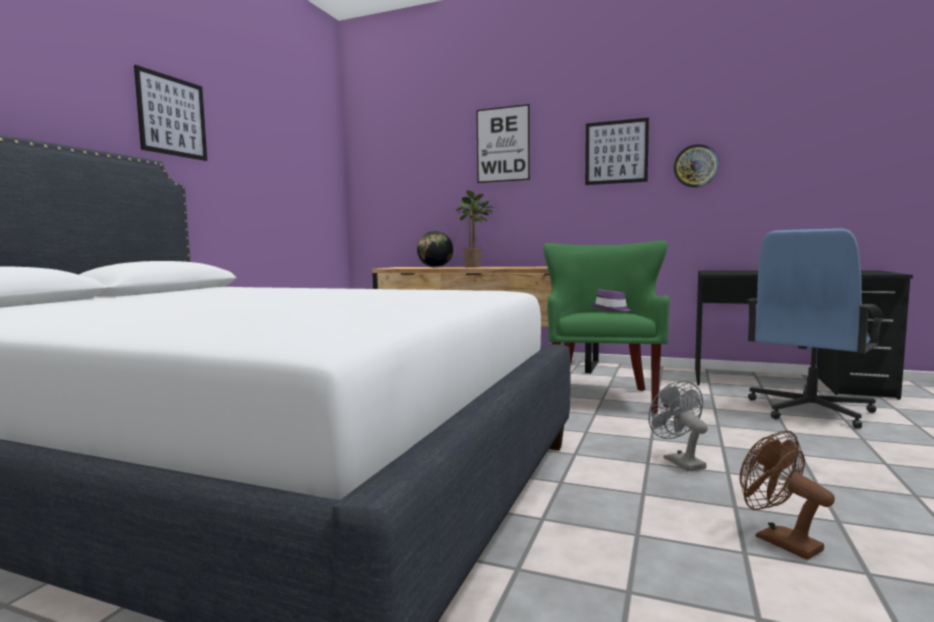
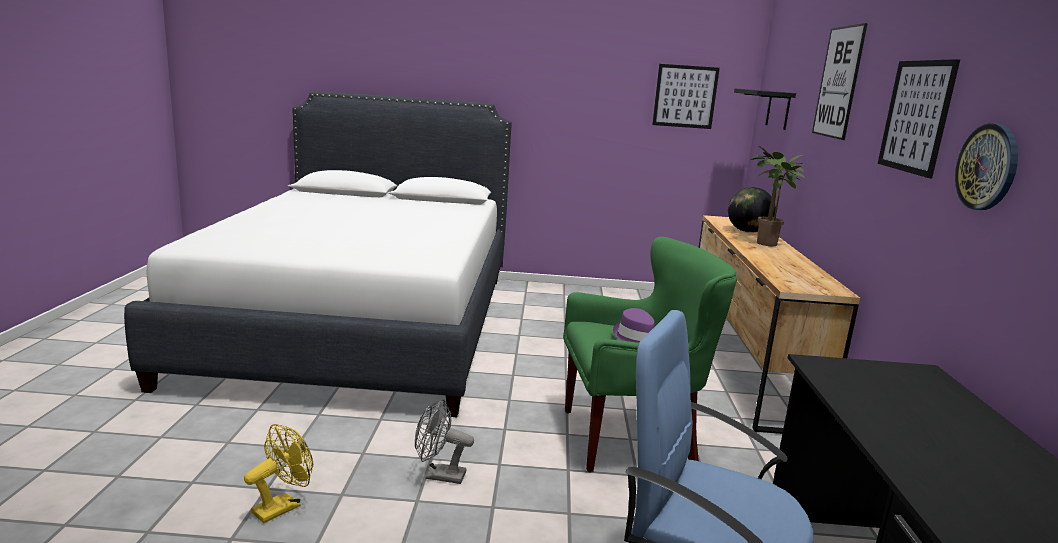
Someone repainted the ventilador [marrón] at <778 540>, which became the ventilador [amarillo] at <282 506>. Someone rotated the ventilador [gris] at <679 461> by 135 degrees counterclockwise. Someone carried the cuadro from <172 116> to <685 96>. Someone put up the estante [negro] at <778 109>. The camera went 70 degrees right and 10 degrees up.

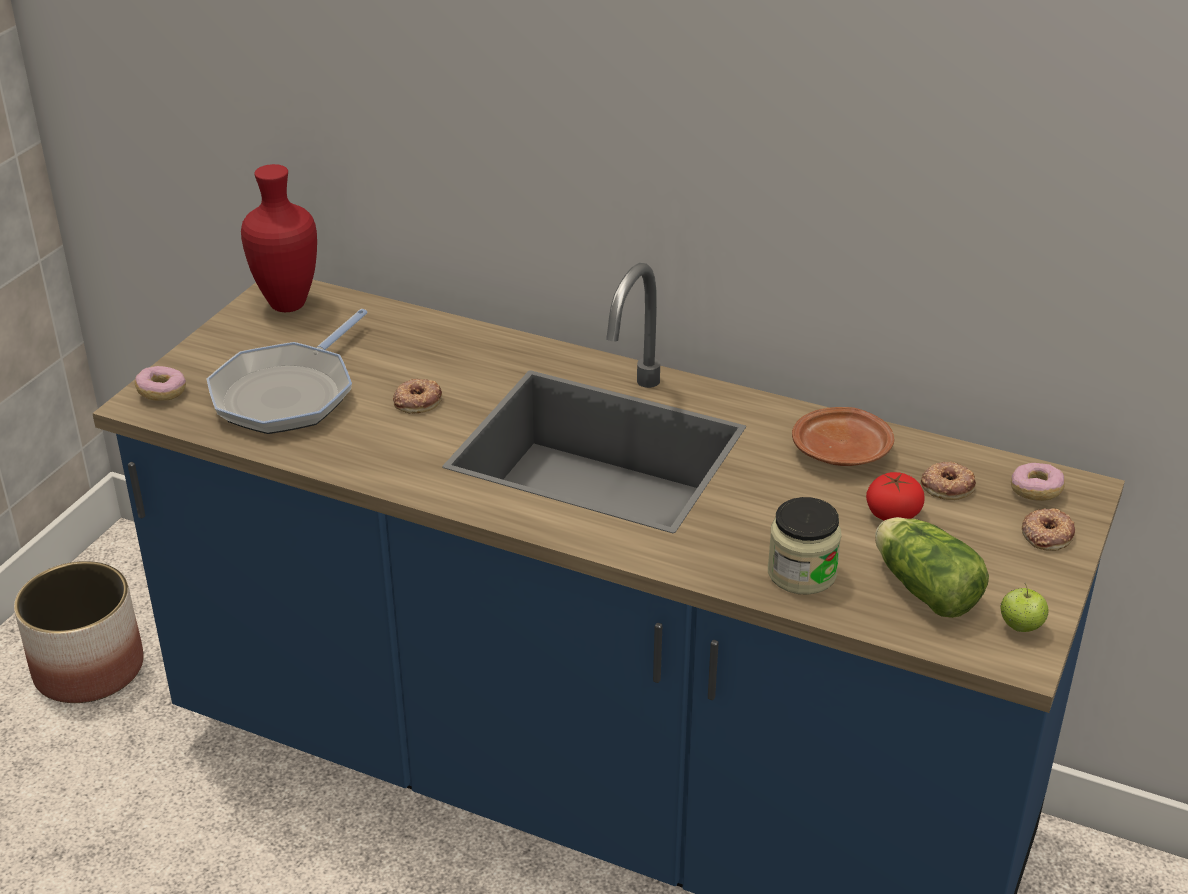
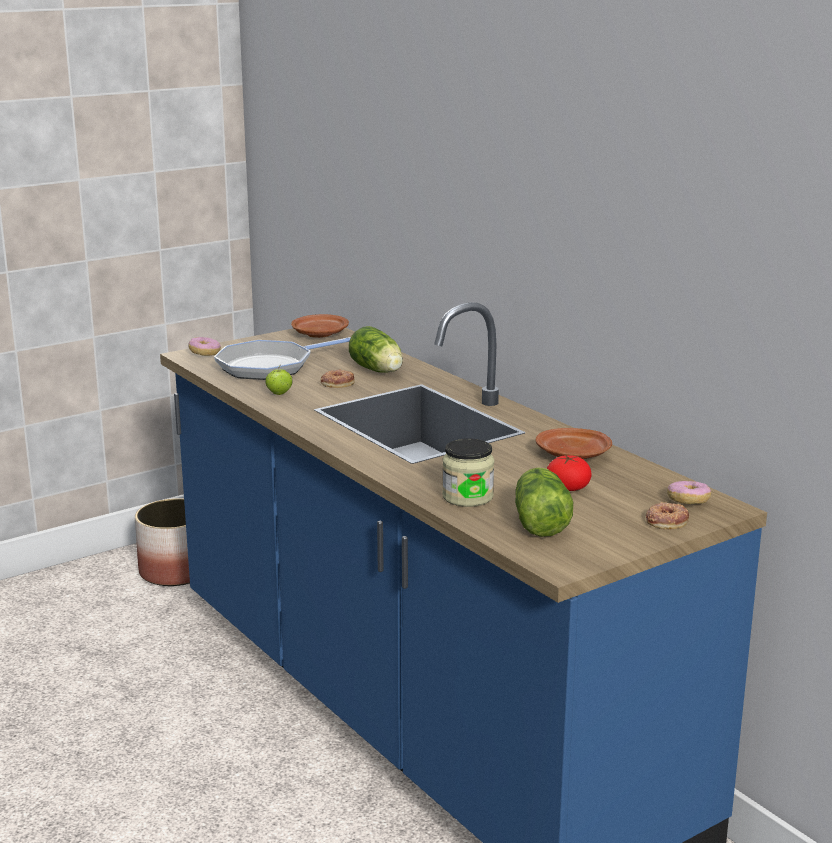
Someone carried the manzana from <1020 627> to <279 394>. Someone swapped the florero [rojo] at <287 303> for the plato [marrón] at <320 334>. Someone put down the lechuga at <378 371>. Someone took away the rosquilla at <947 485>. The camera went 30 degrees right and 15 degrees down.

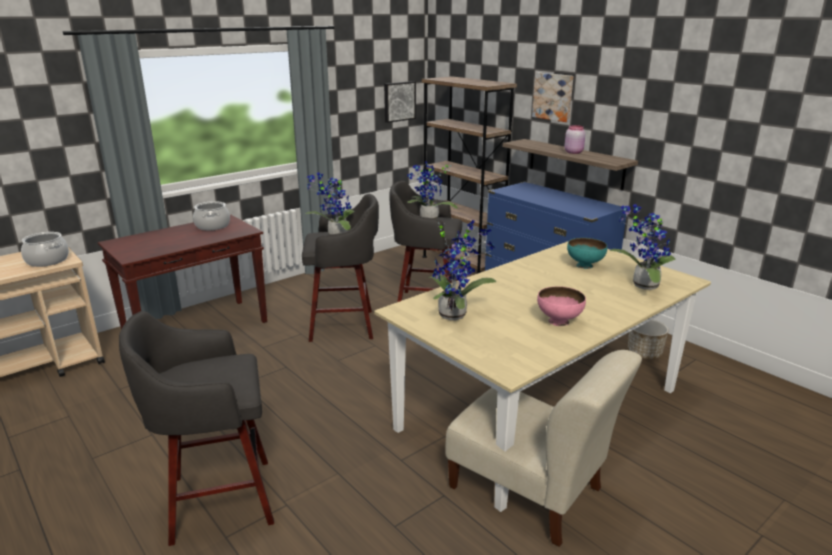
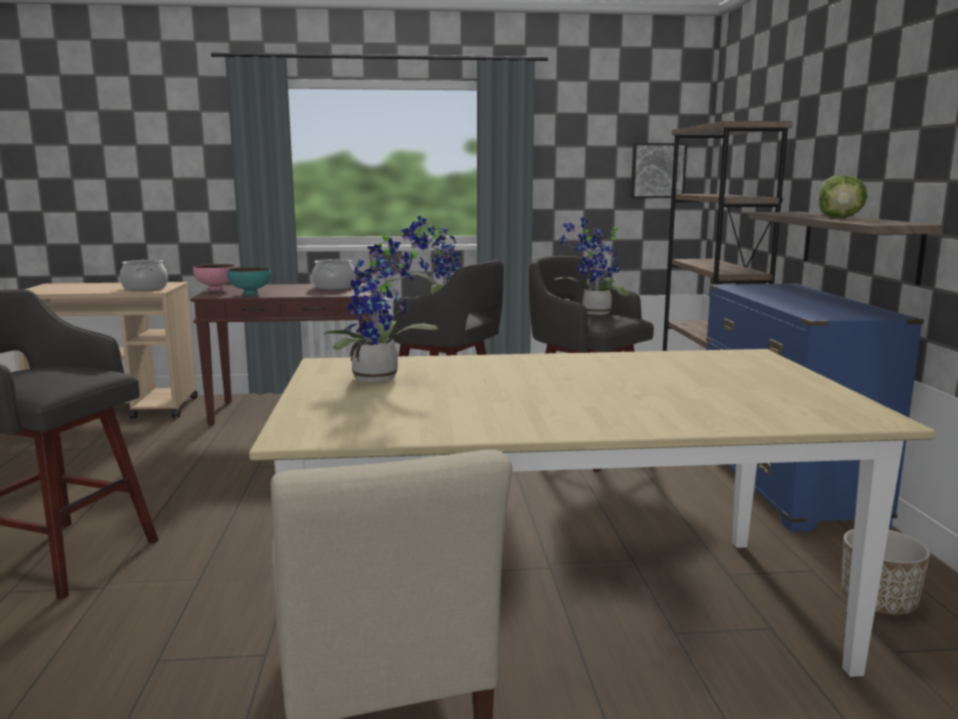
Someone carried the cuenco [rosa] from <559 321> to <216 291>. Someone carried the cuenco [turquesa] from <584 266> to <250 295>. Someone swapped the tarro [rosa] at <573 152> for the lechuga at <840 218>. Someone took away the cuadro at <553 96>. Someone took away the planta en maceta at <641 285>. The camera went 35 degrees right and 10 degrees down.

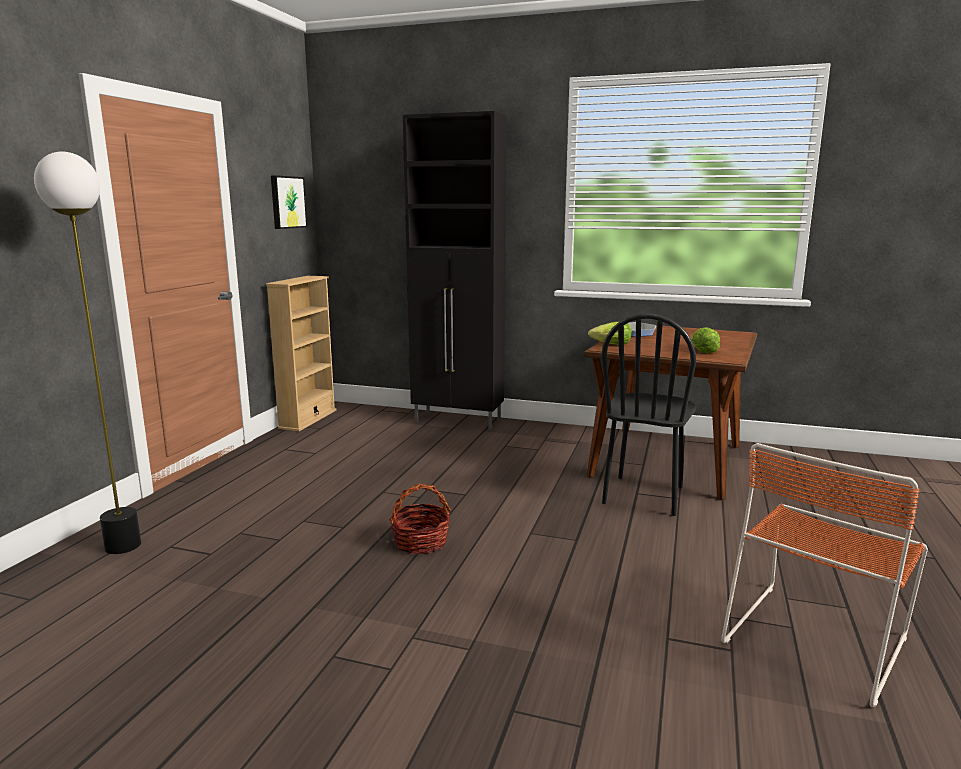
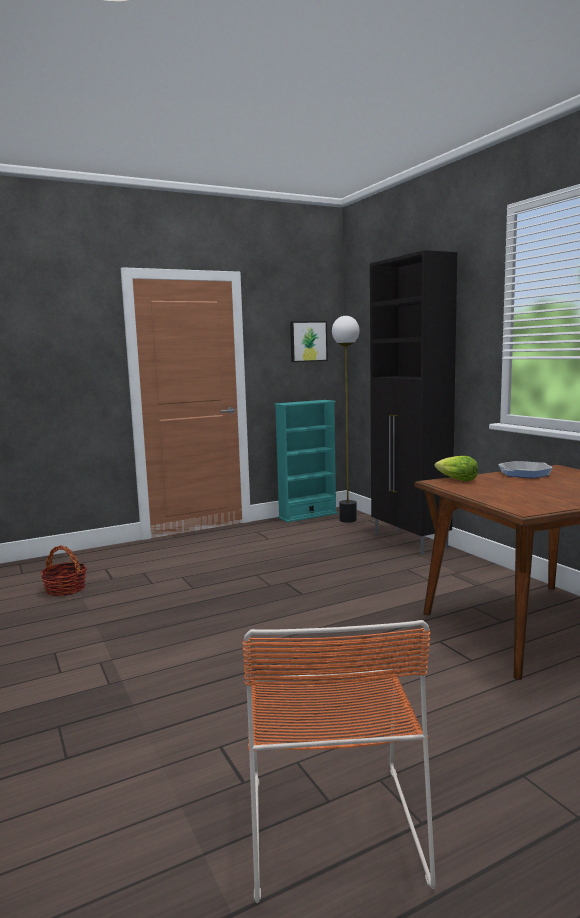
Someone carried the cesta from <420 542> to <65 589>. Someone rotated the silla [naranja] at <816 636> by 90 degrees counterclockwise. Someone repainted the estantería [beis] at <308 419>, which became the estantería [turquesa] at <307 515>. Someone carried the lámpara de pie from <124 545> to <348 520>. Someone took away the silla [negro] at <644 495>. Someone took away the lechuga at <703 351>. The camera went 45 degrees right and 5 degrees down.

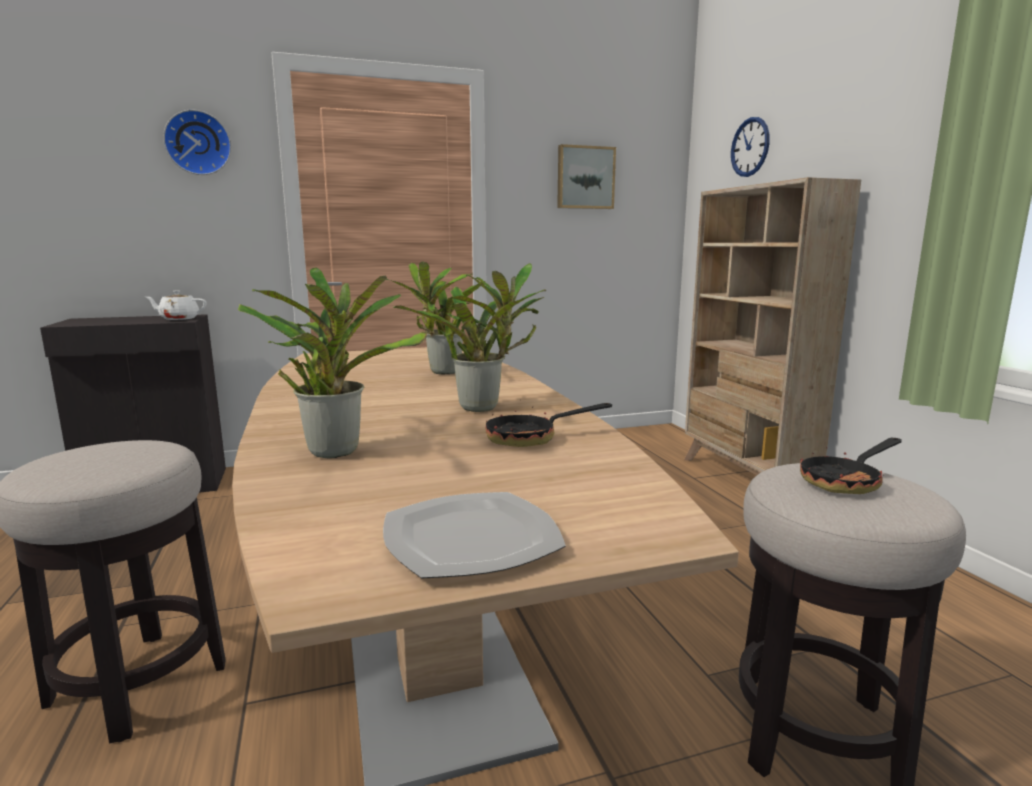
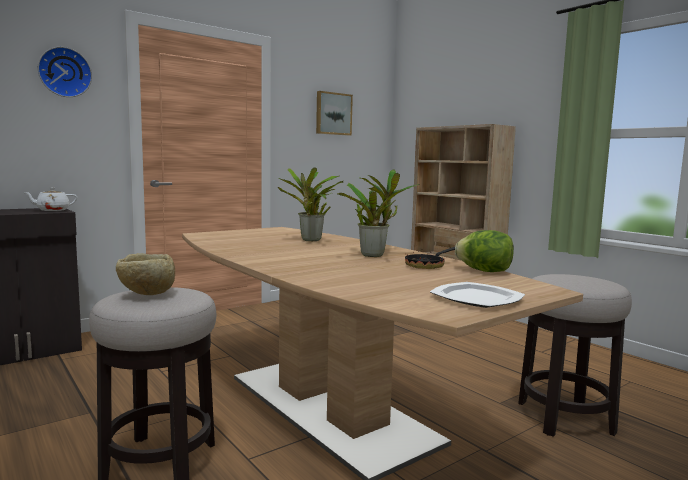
Someone put down the cuenco [beis] at <147 294>. Someone put down the lechuga at <484 271>. Someone took away the planta en maceta at <335 449>. Someone took away the reloj de pared at <750 147>. Someone took away the sartén at <846 481>. The camera went 20 degrees left and 5 degrees down.

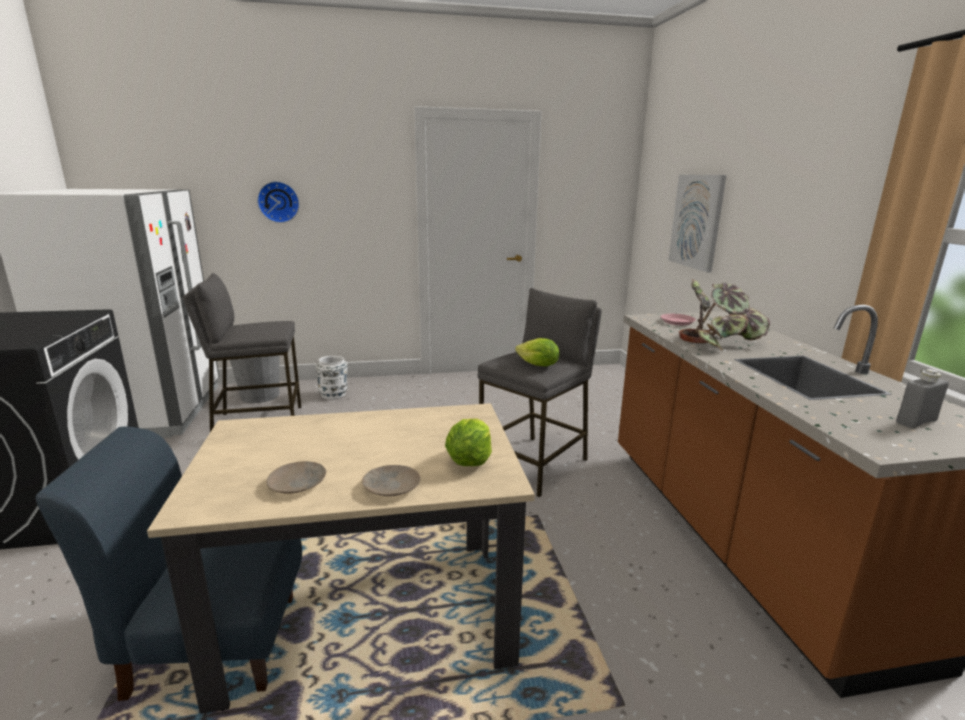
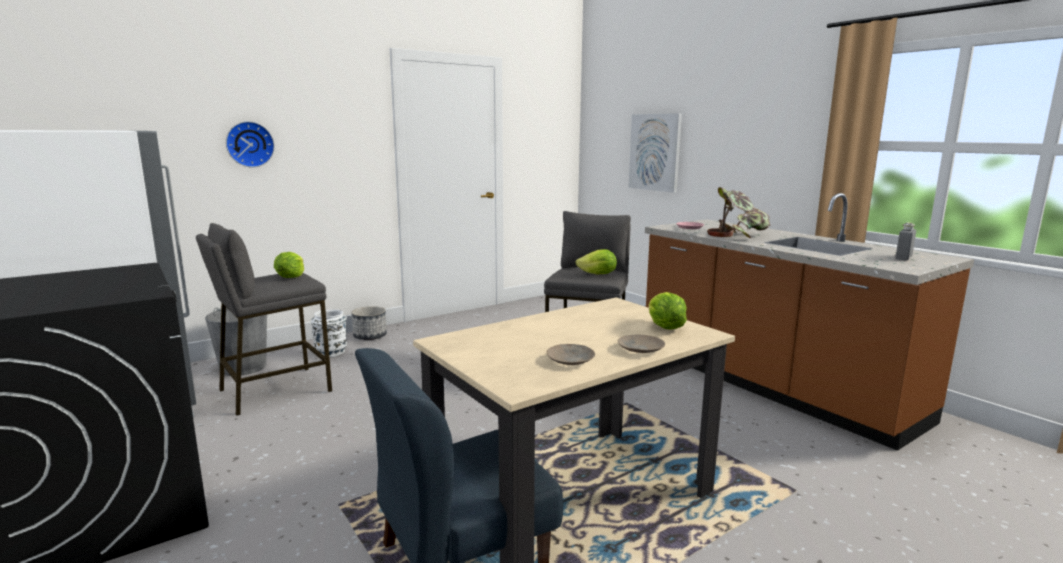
Someone put down the lechuga at <291 277>. Someone put down the maceta at <370 336>. The camera went 25 degrees left and 5 degrees down.

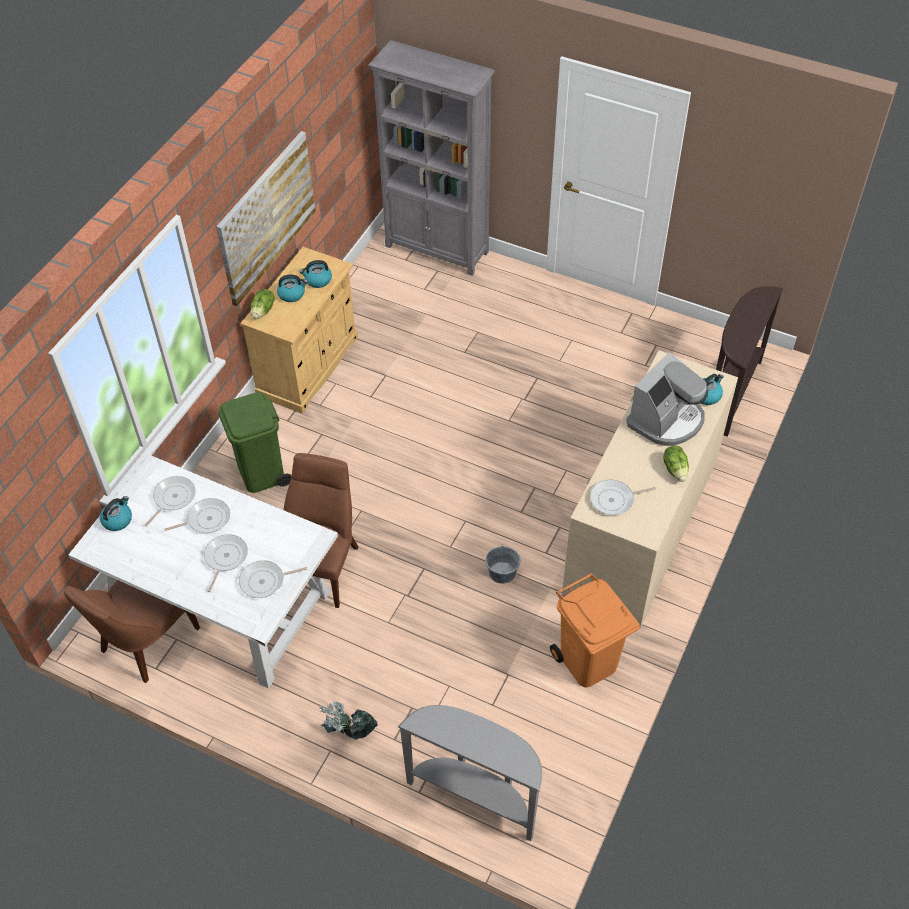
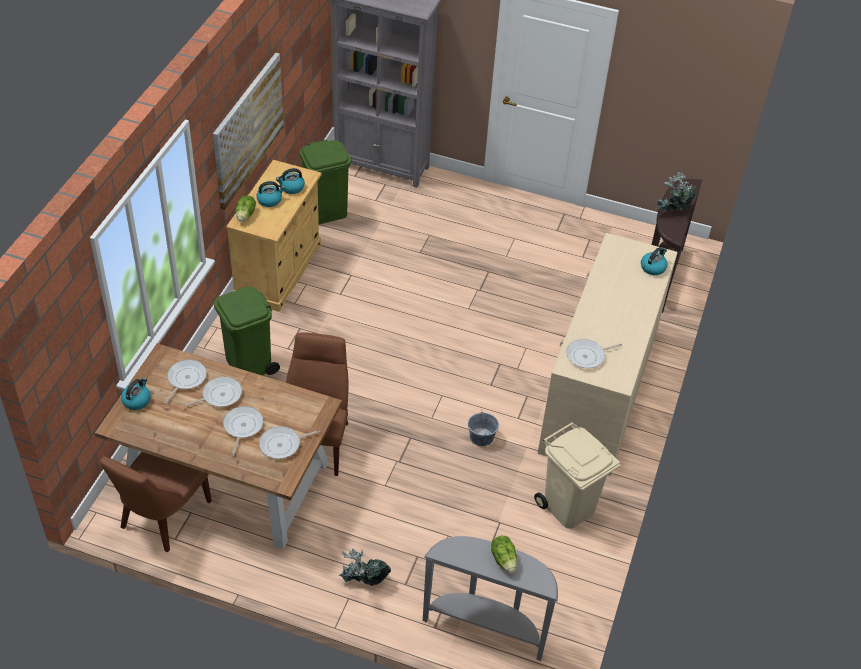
Someone repainted the mesa de comedor [blanco] at <219 602>, which became the mesa de comedor [marrón] at <226 478>. Someone put down the papelera [verde] at <326 211>. Someone carried the lechuga from <675 469> to <504 559>. Someone repainted the papelera [naranja] at <587 662>, which became the papelera [beis] at <568 507>. Someone put down the planta en maceta at <673 213>. Someone took away the cafetera at <666 420>. The camera went 10 degrees left and 5 degrees down.

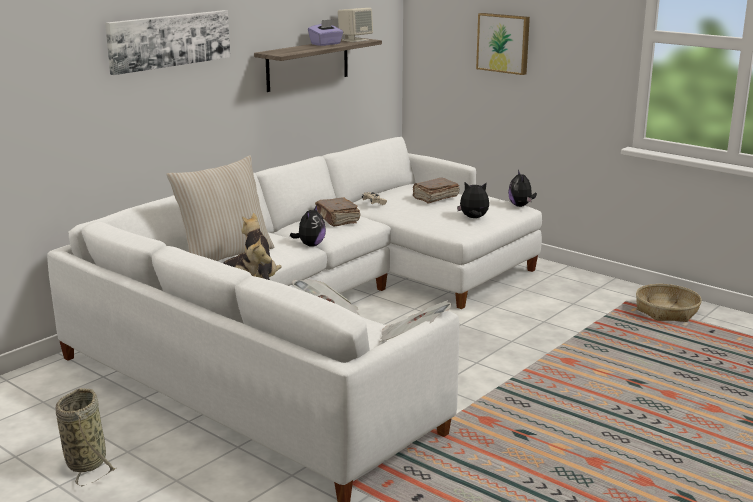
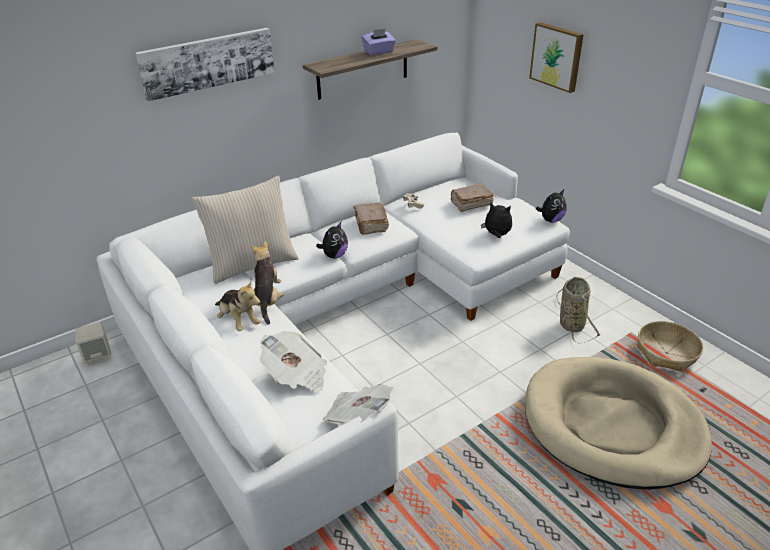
Someone carried the altavoz [beis] from <355 40> to <98 356>. Someone put down the cama para perro [beis] at <612 425>. Someone rotated the peluche at <521 206> by 135 degrees counterclockwise. Someone carried the cesta from <86 461> to <571 323>. The camera went 15 degrees right and 15 degrees up.

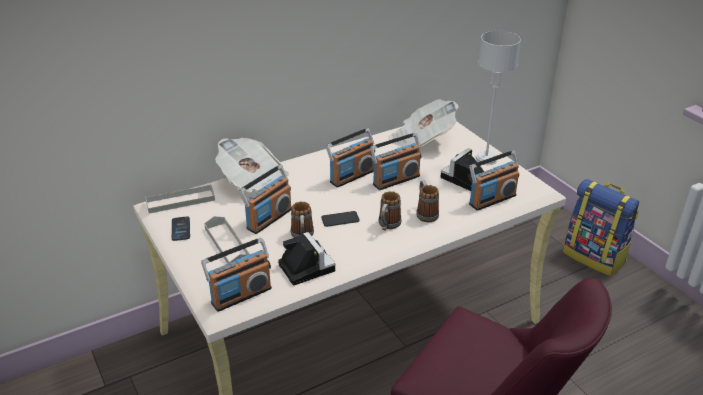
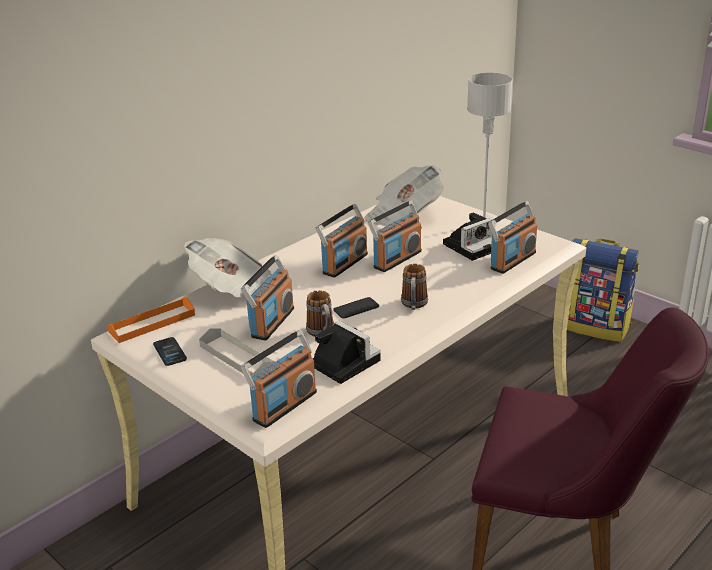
Someone repainted the bandeja [gris] at <180 201>, which became the bandeja [naranja] at <152 323>. Someone rotated the cámara at <464 179> by 150 degrees counterclockwise. Someone took away the taza grande at <425 213>. The camera went 15 degrees left and 5 degrees down.

